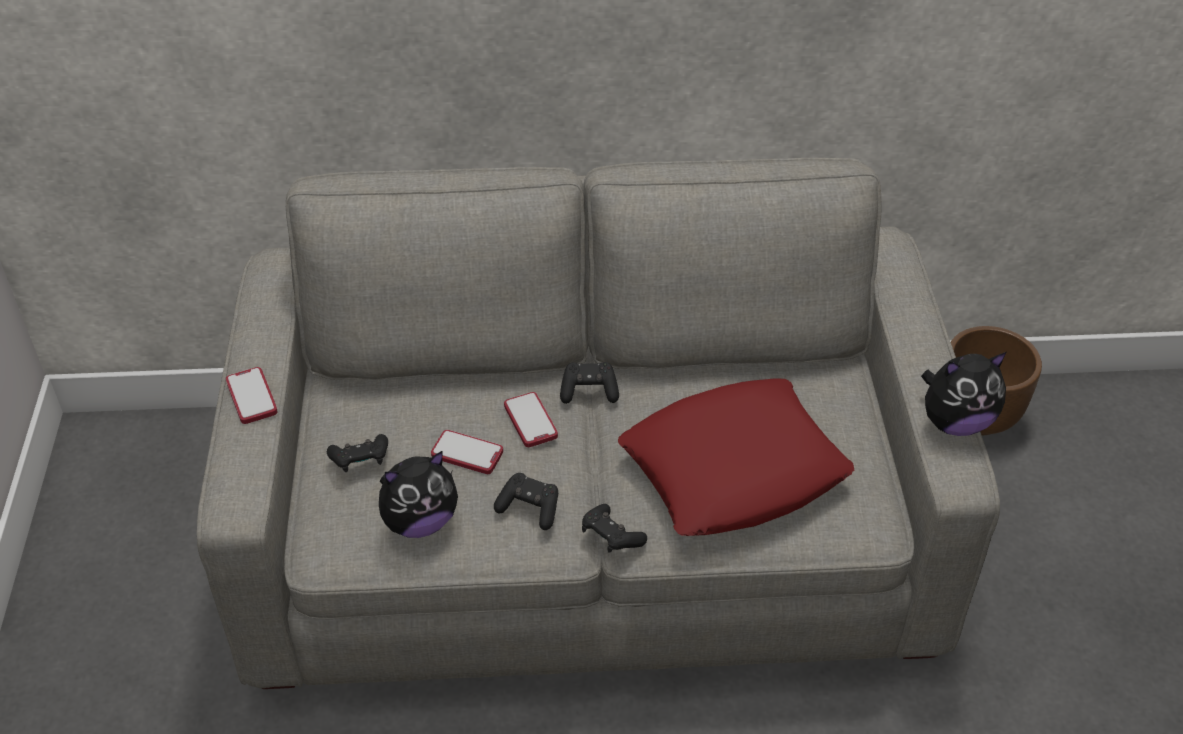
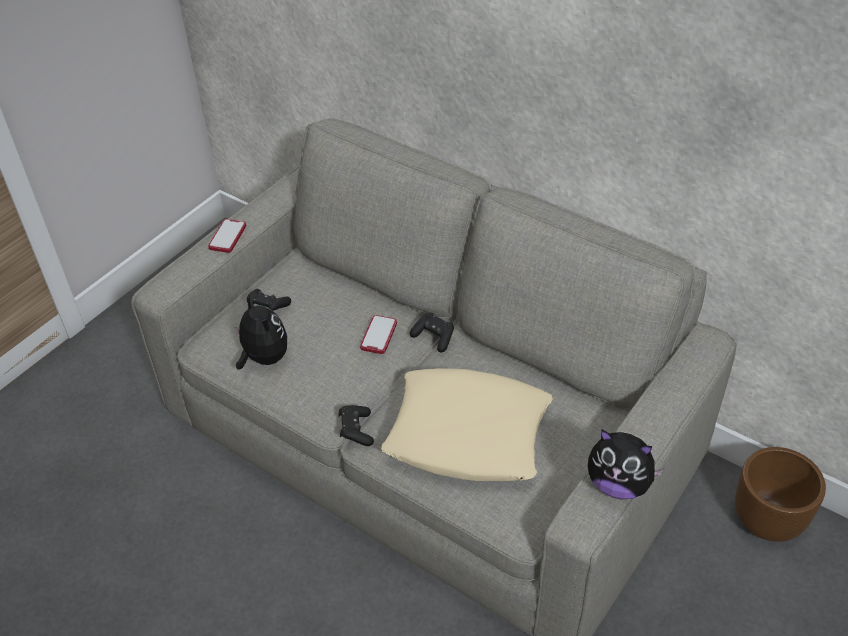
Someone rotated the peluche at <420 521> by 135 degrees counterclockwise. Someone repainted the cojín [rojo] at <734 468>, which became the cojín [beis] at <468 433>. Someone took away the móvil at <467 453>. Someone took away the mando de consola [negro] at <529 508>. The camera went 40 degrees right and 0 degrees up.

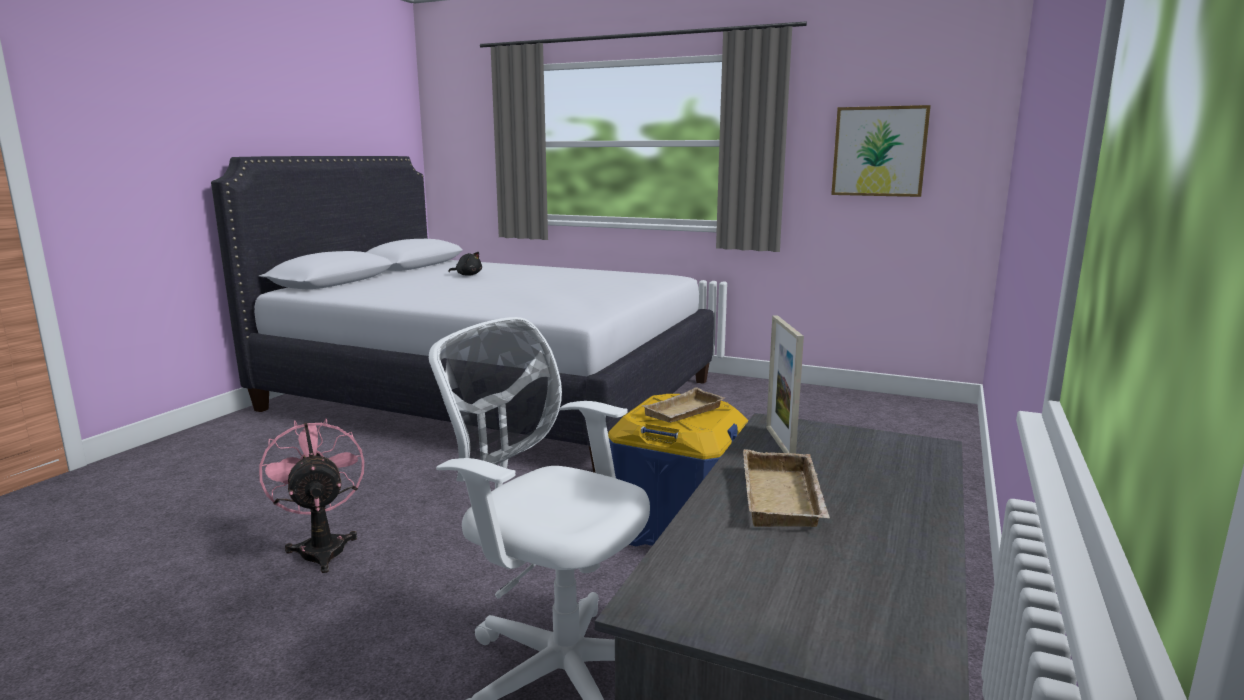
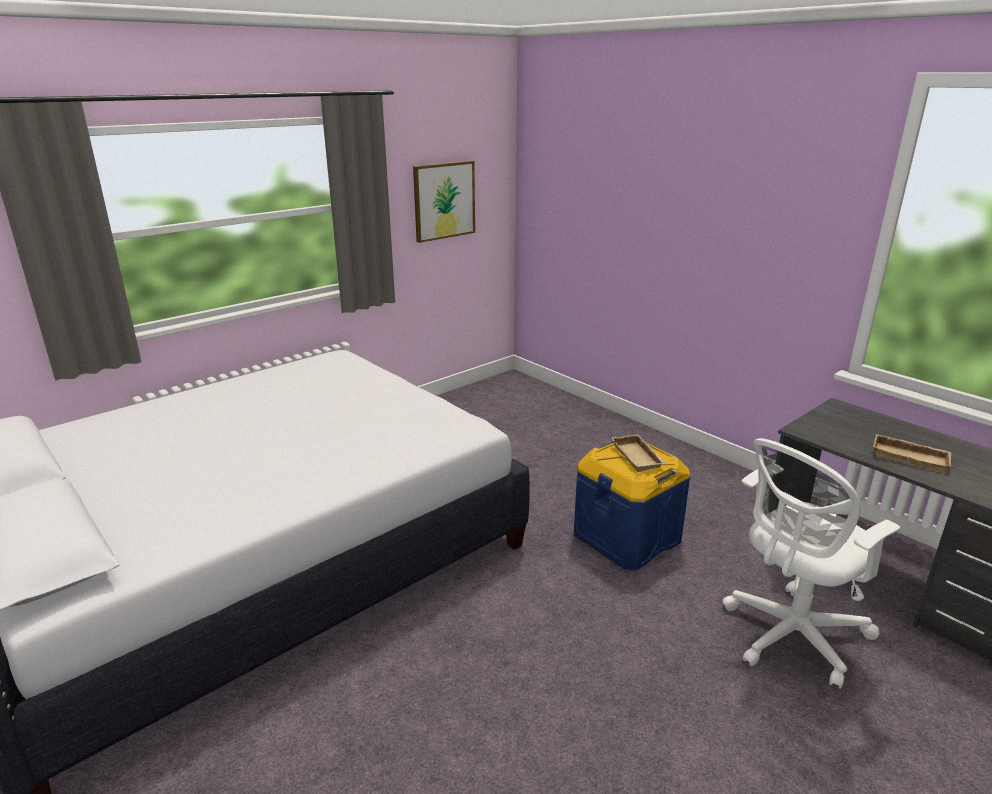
Someone took away the ventilador [rosa] at <322 547>. Someone took away the peluche [negro] at <468 275>. Someone took away the portarretratos at <780 443>. The camera went 65 degrees left and 10 degrees up.

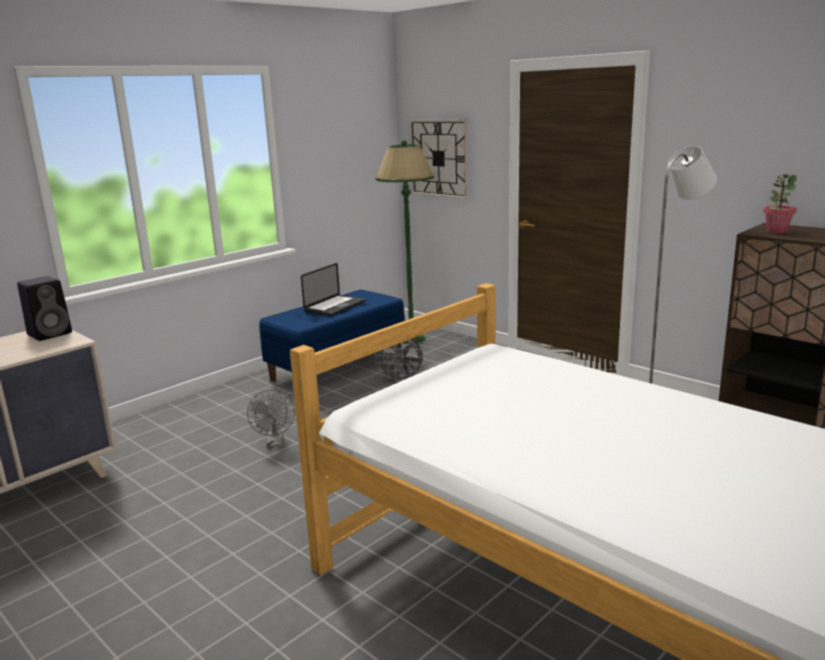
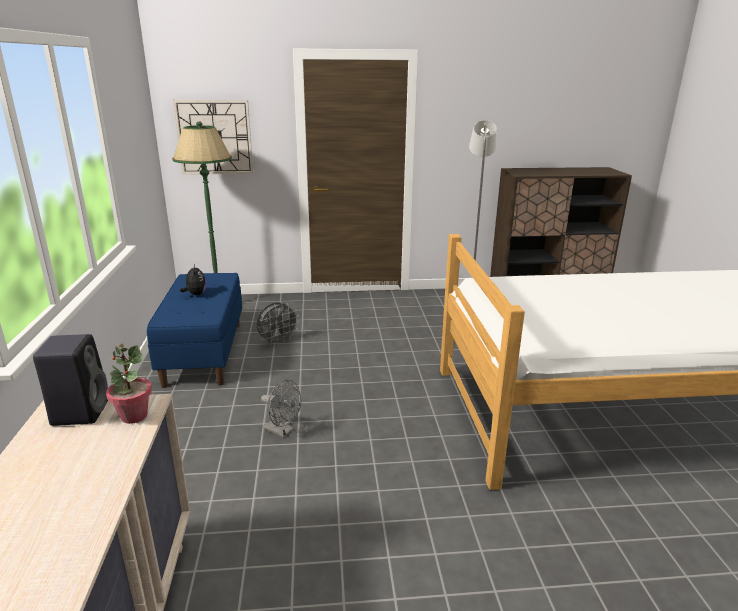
Someone carried the planta en maceta from <776 231> to <134 416>. Someone swapped the portátil at <335 306> for the peluche at <195 294>. The camera went 50 degrees left and 5 degrees up.

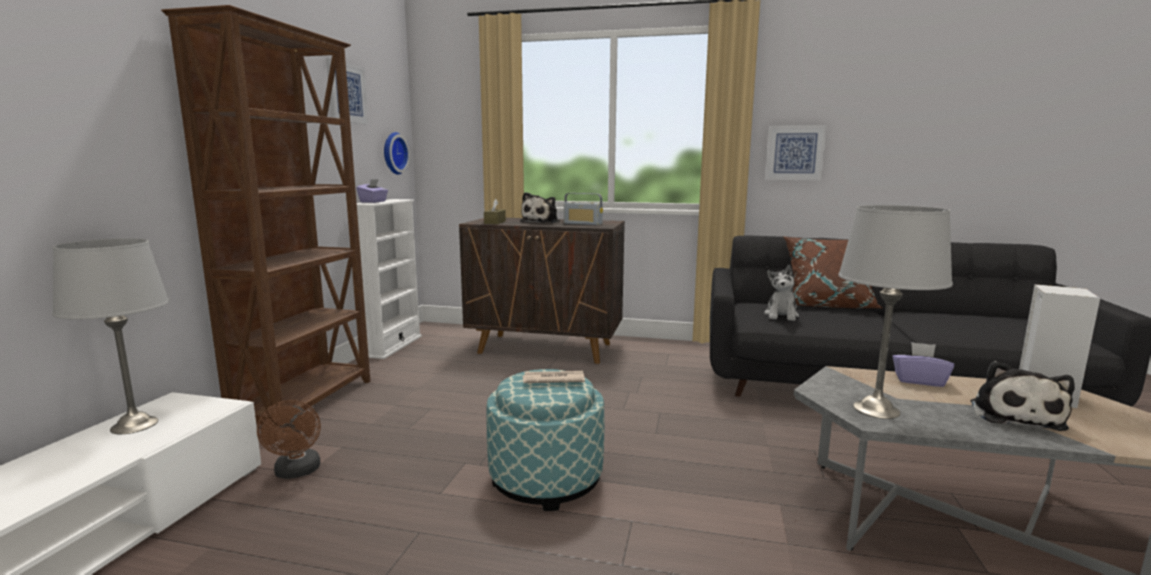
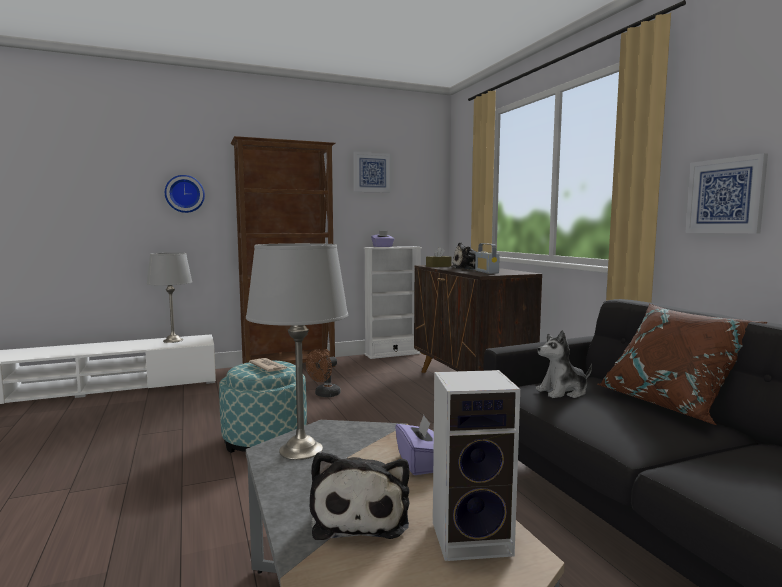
Someone carried the reloj de pared from <393 153> to <184 194>. Someone carried the ventilador [marrón] from <297 472> to <324 395>. Someone rotated the peluche at <1014 415> by 75 degrees counterclockwise. The camera went 55 degrees right and 5 degrees down.

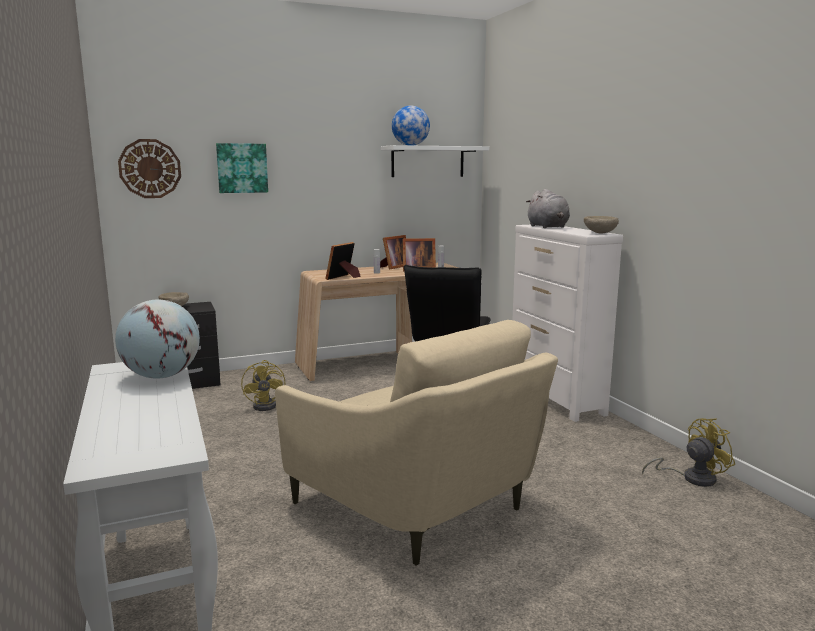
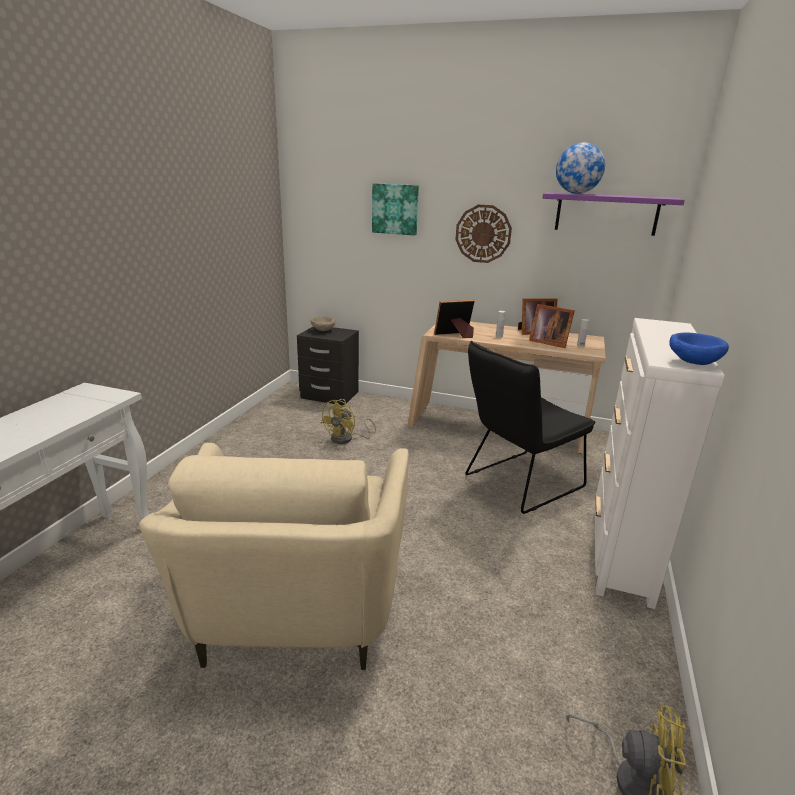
Someone carried the reloj de pared from <150 168> to <483 234>. Someone repainted the estante [blanco] at <427 161>, which became the estante [morado] at <606 213>. Someone repainted the cuenco [beis] at <599 233>, which became the cuenco [azul] at <692 363>. Someone took away the globo terráqueo at <162 376>. Someone took away the peluche [gris] at <548 227>. The camera went 40 degrees right and 10 degrees up.

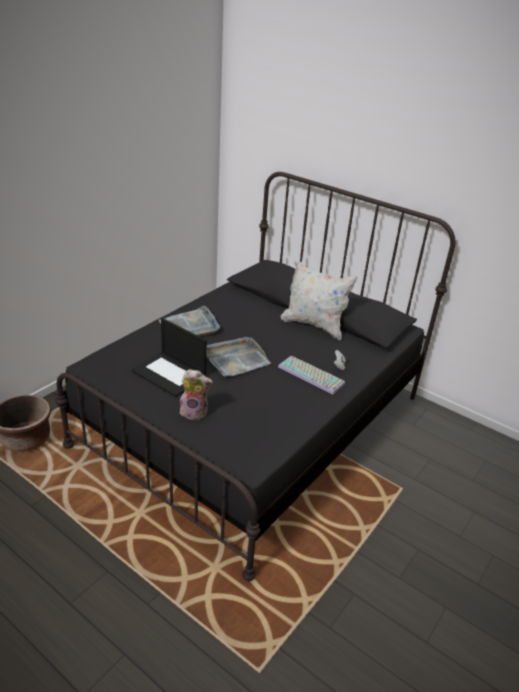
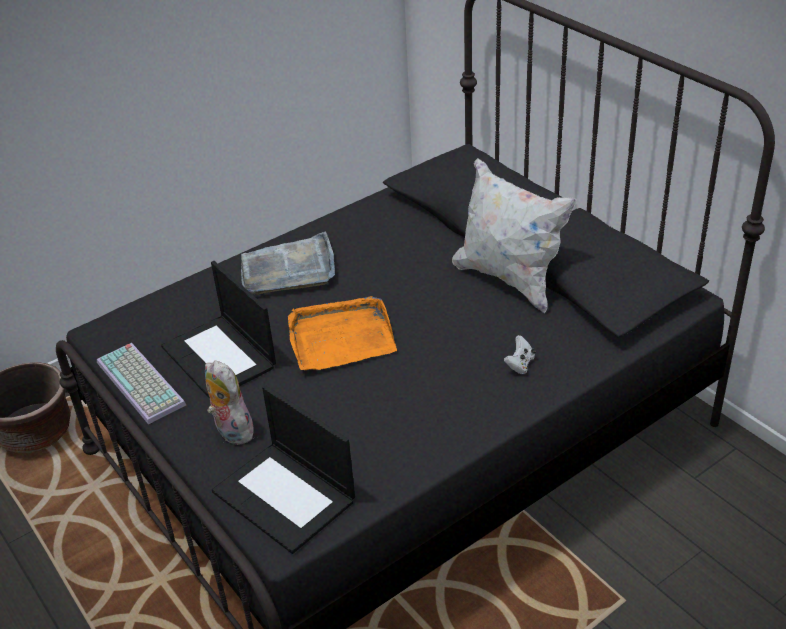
Someone carried the teclado from <312 375> to <143 383>. Someone rotated the peluche at <195 412> by 150 degrees counterclockwise. Someone put down the portátil at <286 496>. Someone repainted the bandeja [gris] at <236 359>, which became the bandeja [naranja] at <340 337>. The camera went 20 degrees right and 5 degrees up.

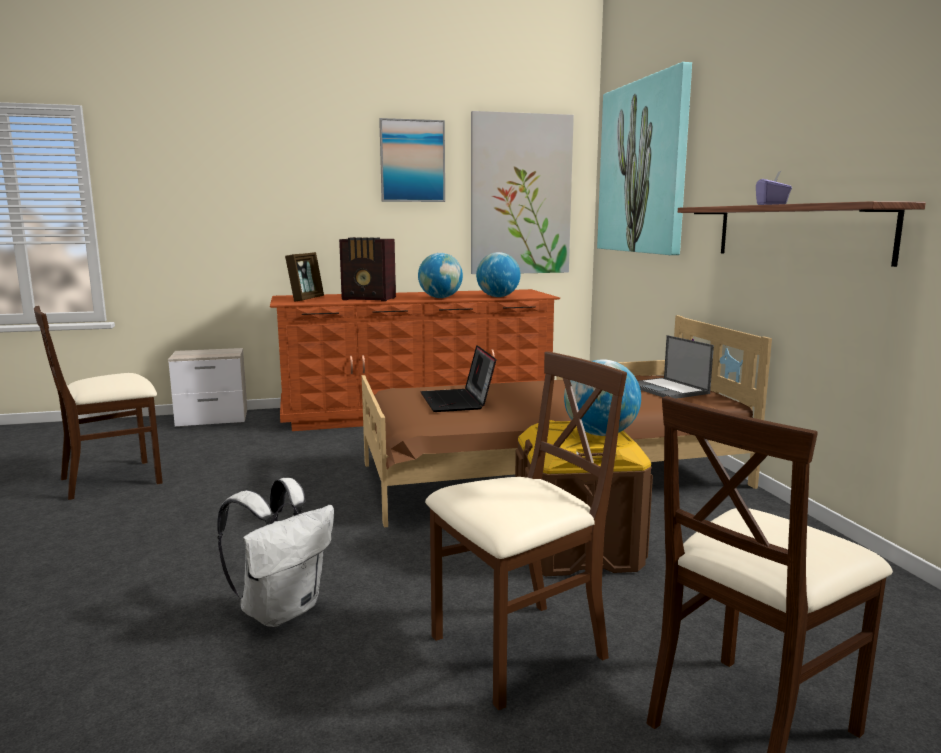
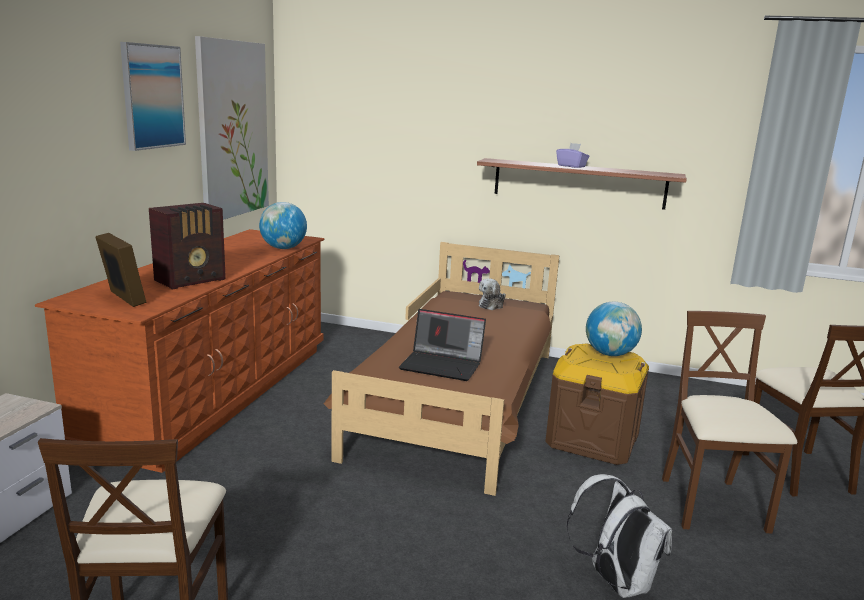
Someone swapped the portátil at <668 389> for the peluche at <492 305>. Someone took away the globo terráqueo at <440 298>. Someone took away the cuadro at <643 168>. The camera went 60 degrees left and 5 degrees up.

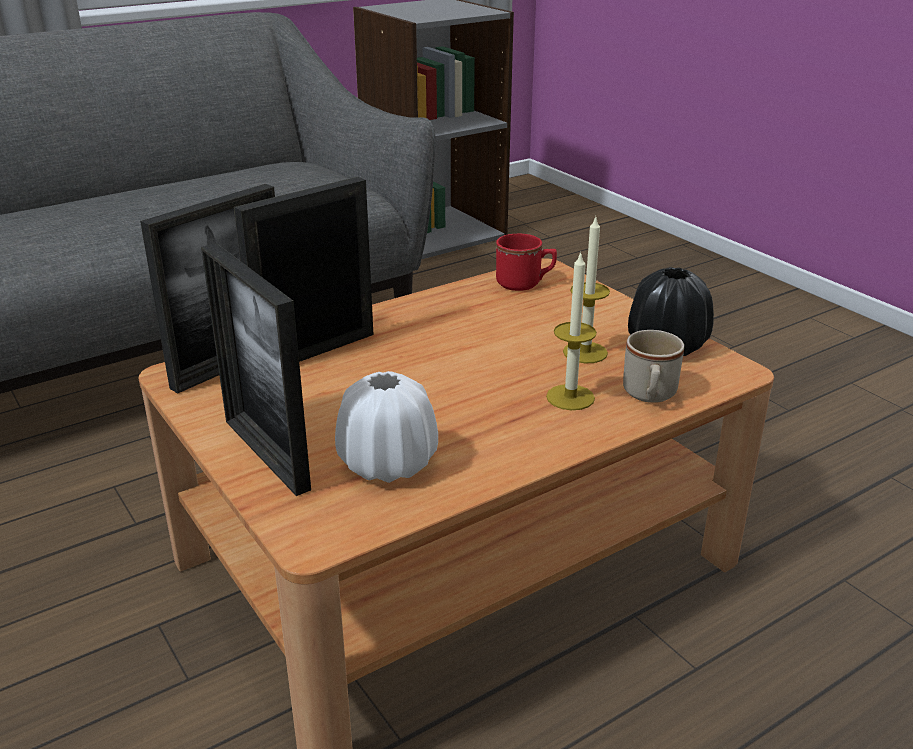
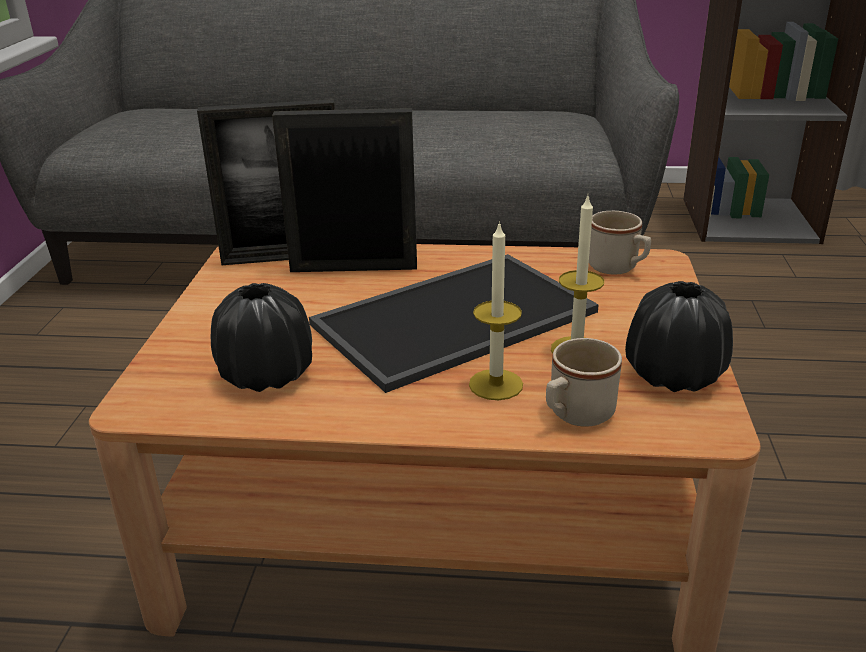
Someone repainted the florero [blanco] at <388 464>, which became the florero [negro] at <267 375>. Someone put down the bandeja at <454 316>. Someone repainted the taza grande [rojo] at <525 284>, which became the taza grande [beis] at <618 268>. Someone took away the portarretratos at <266 454>. The camera went 40 degrees right and 0 degrees up.

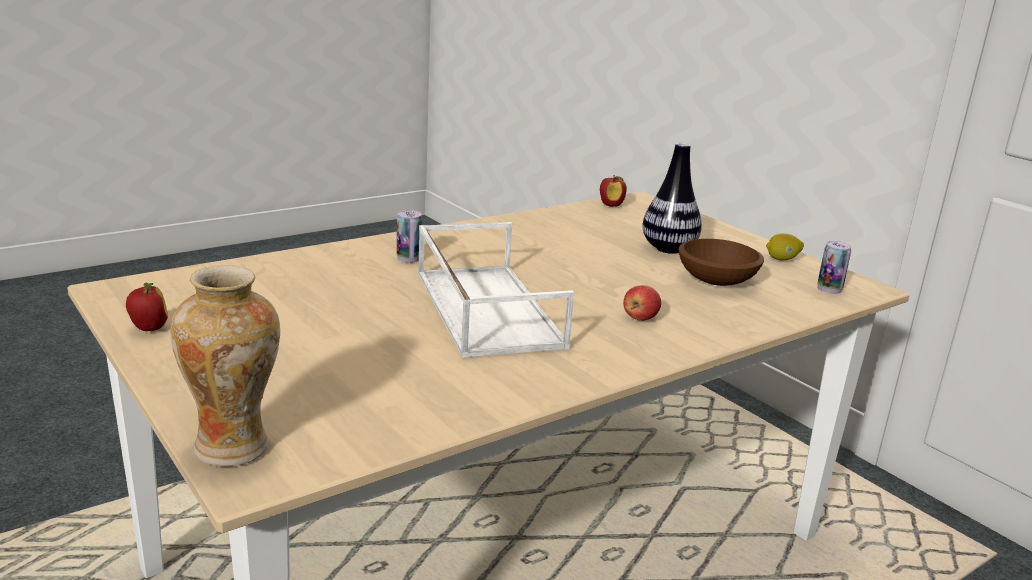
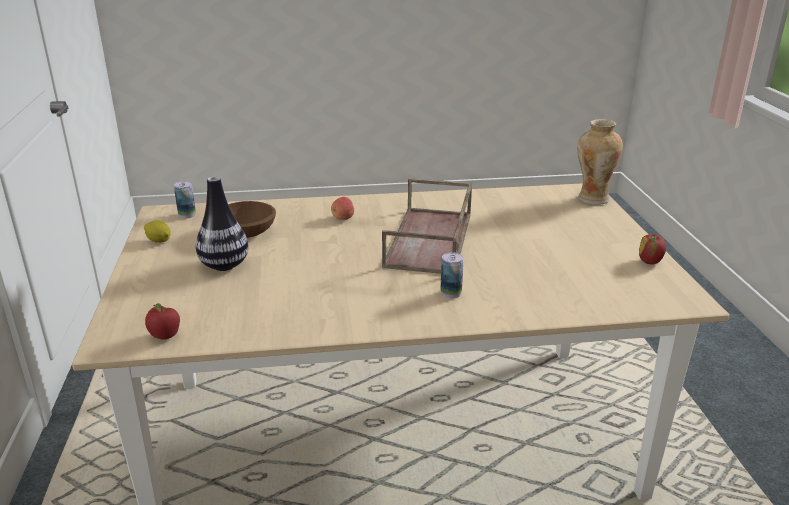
Someone repainted the bandeja [blanco] at <484 308>, which became the bandeja [marrón] at <430 240>. The camera went 150 degrees left and 5 degrees up.

